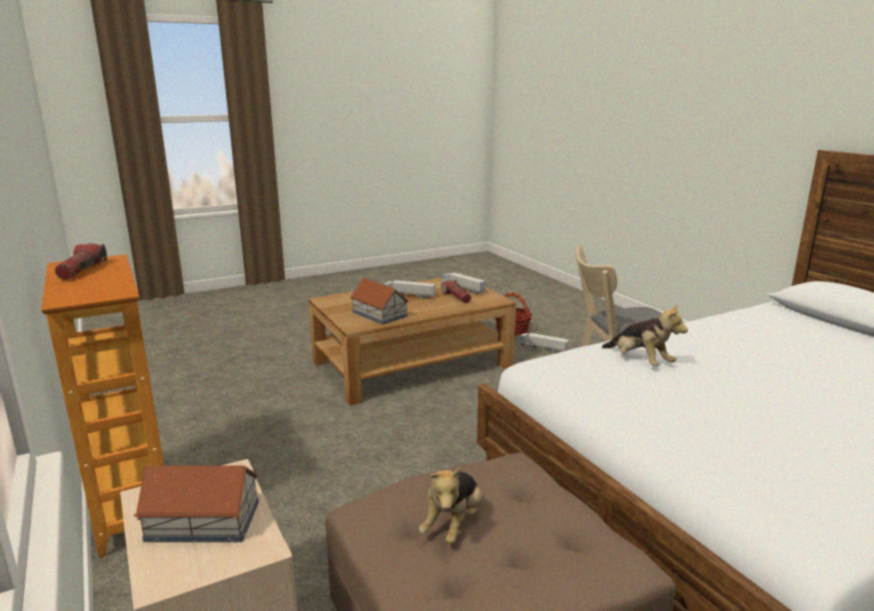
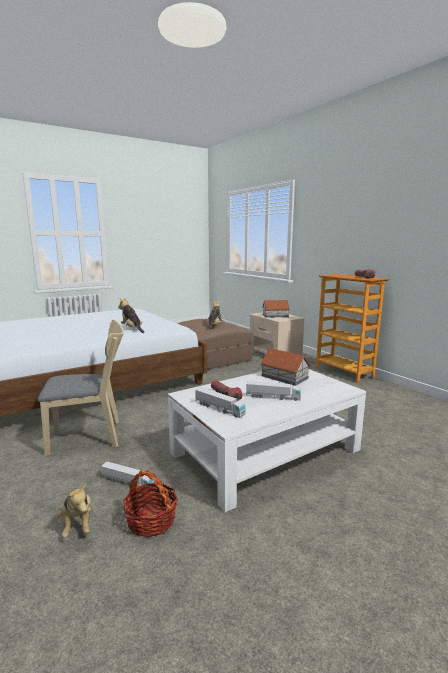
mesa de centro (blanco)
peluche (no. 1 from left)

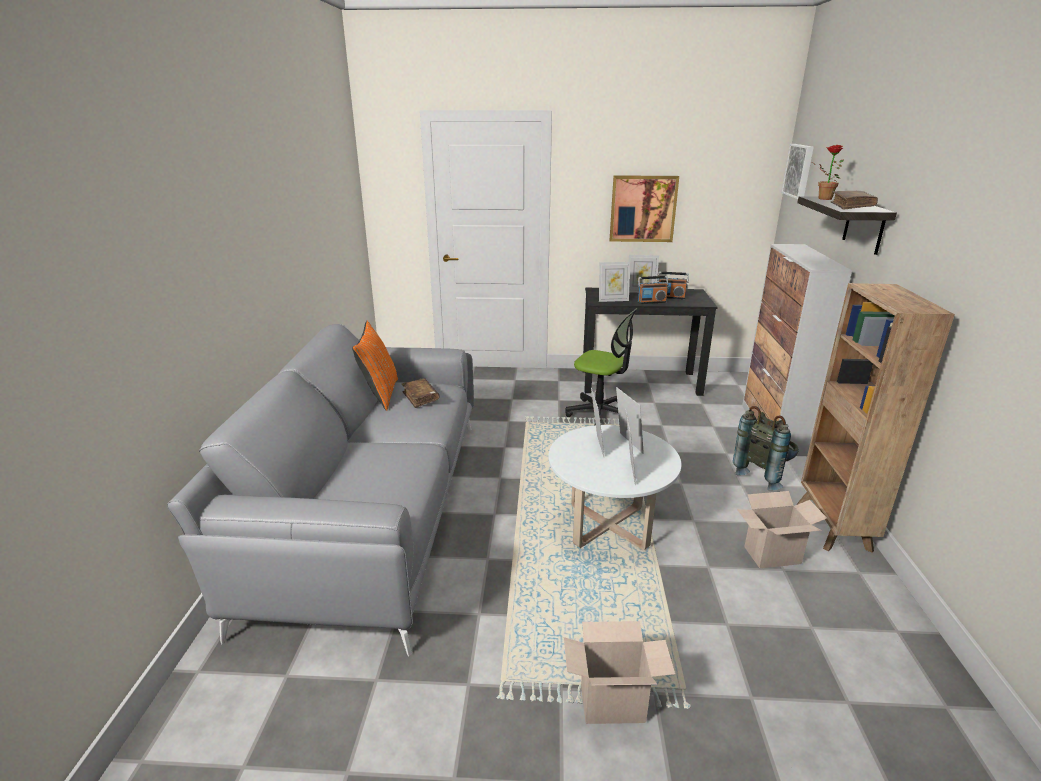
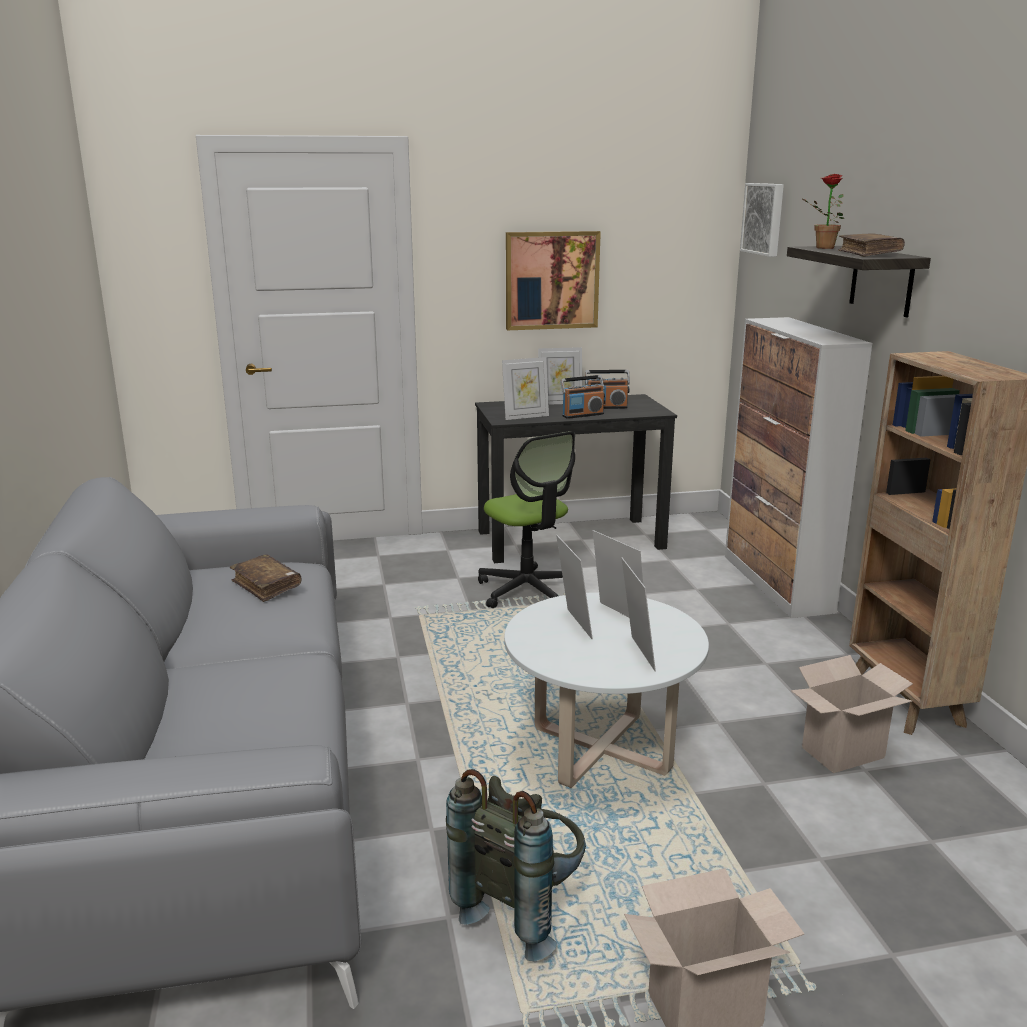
cojín (naranja)
silla de oficina
mochila (gris)

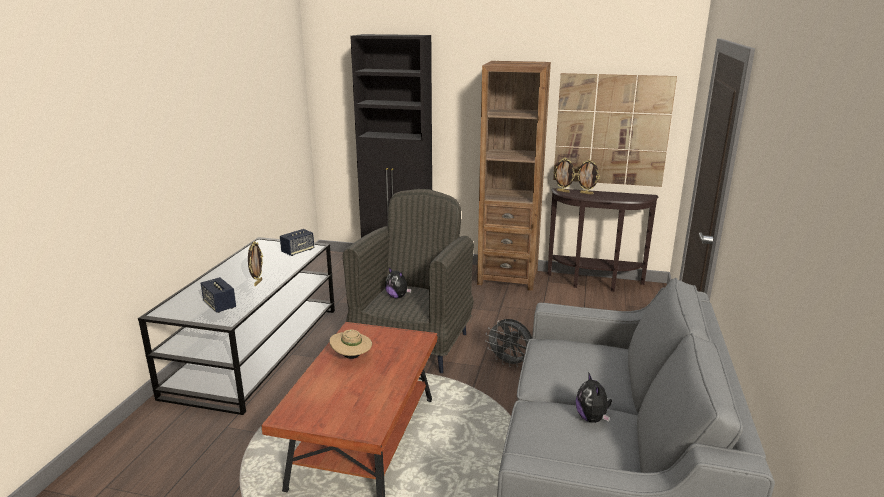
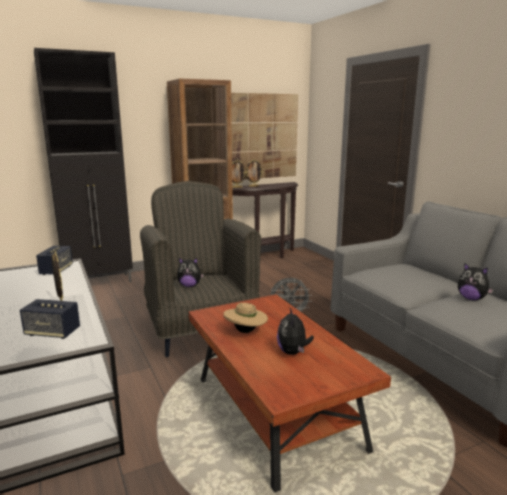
peluche (no. 2 from left)

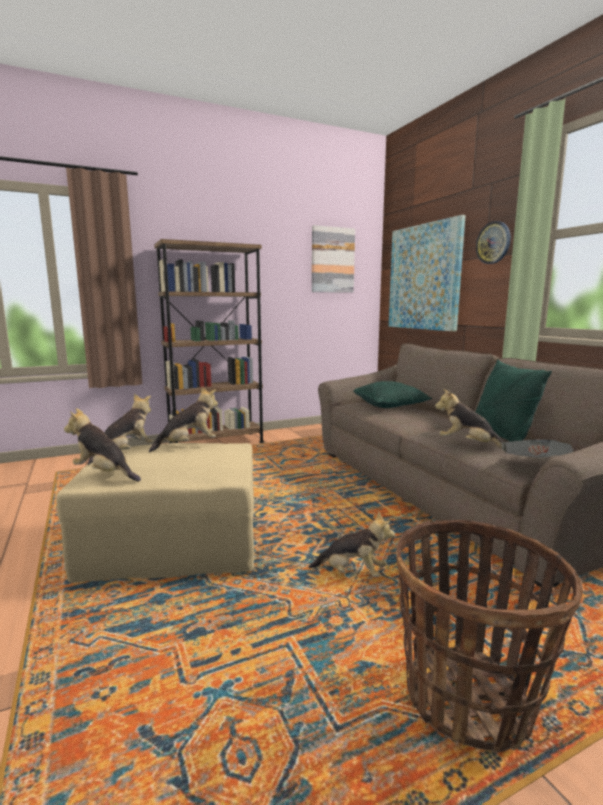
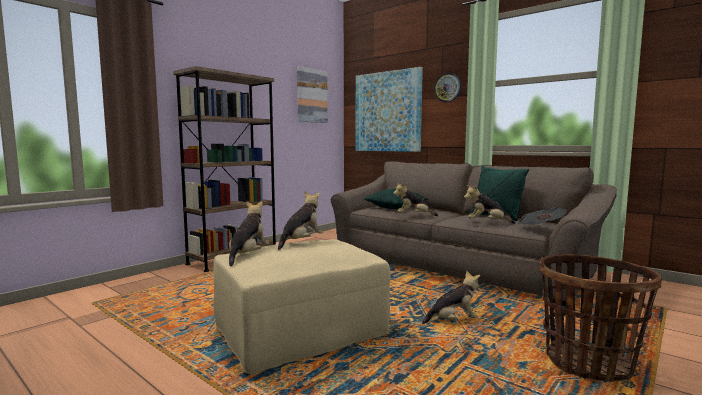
peluche (no. 3 from left)

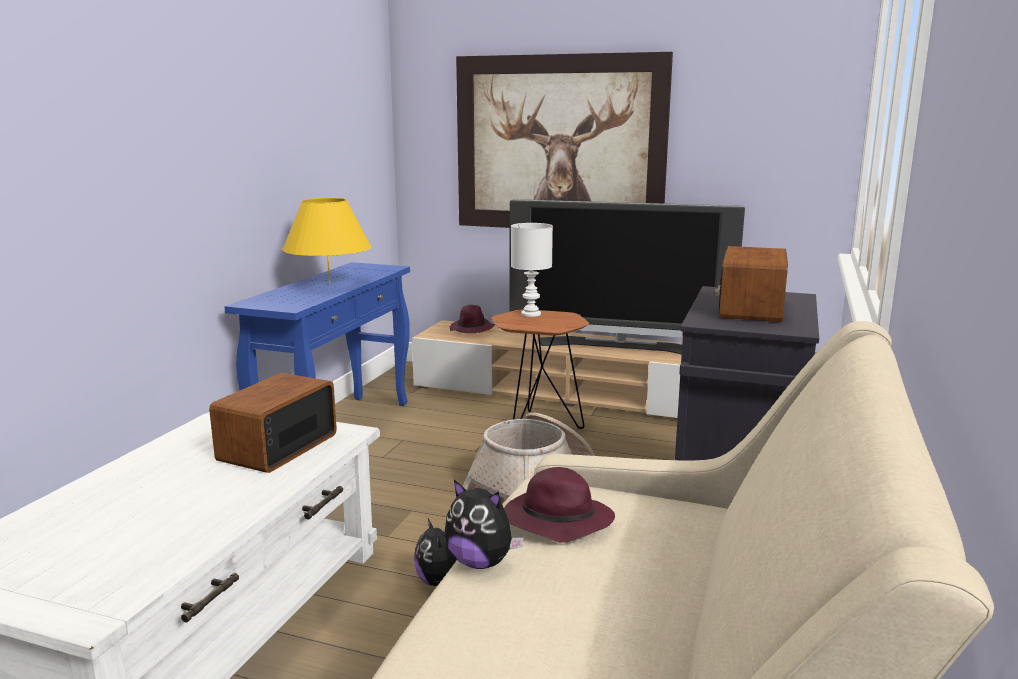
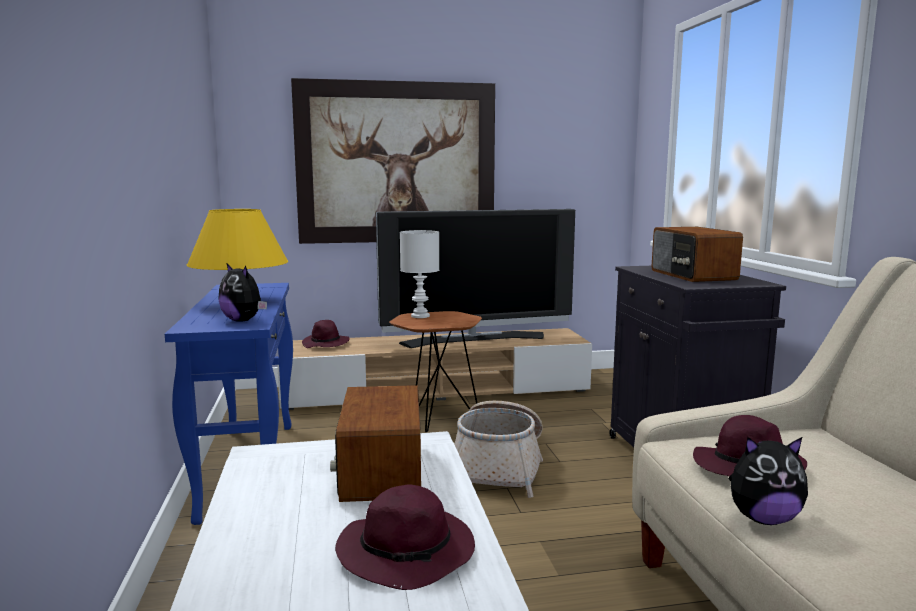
peluche (no. 1 from left)
sombrero (morado) (no. 2 from left)

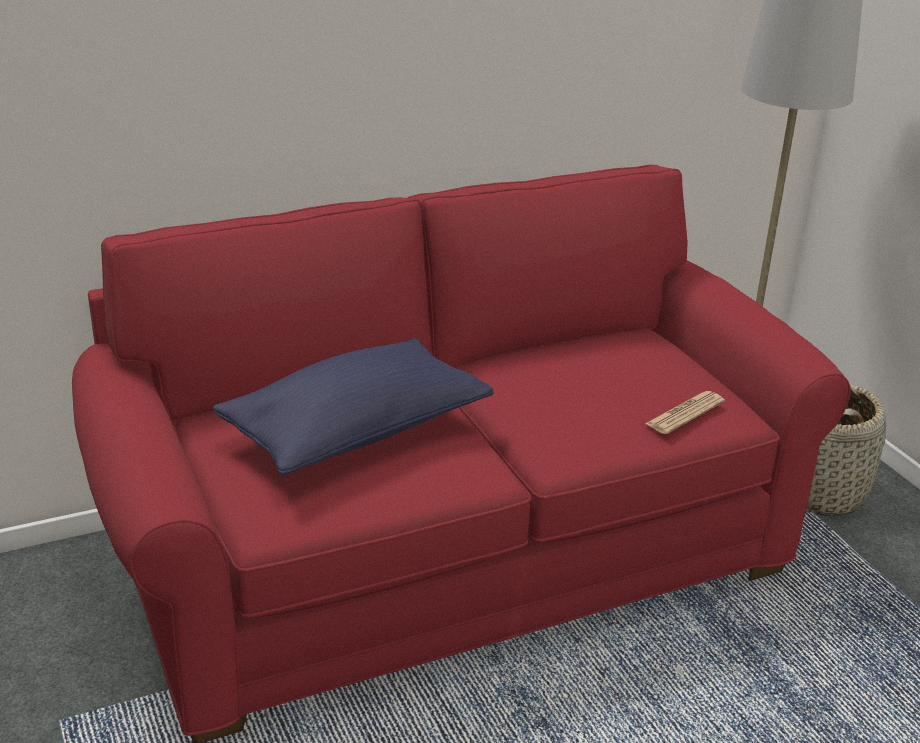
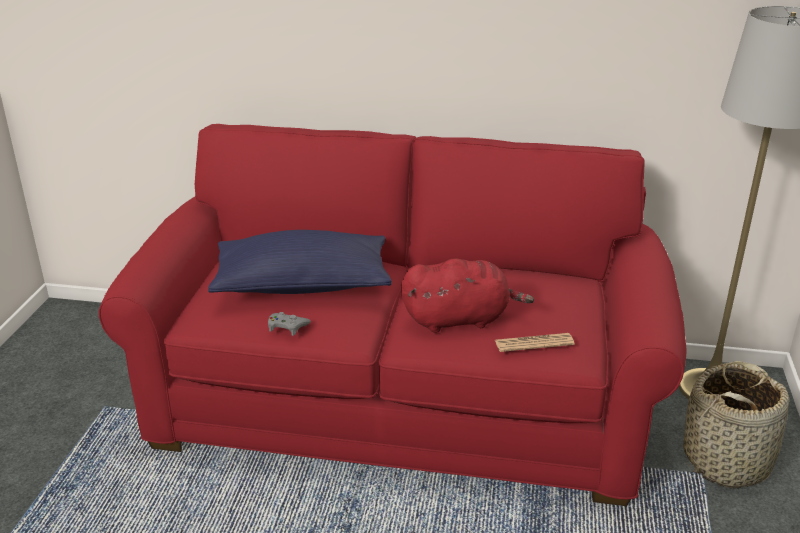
mando de consola (gris)
peluche (rojo)

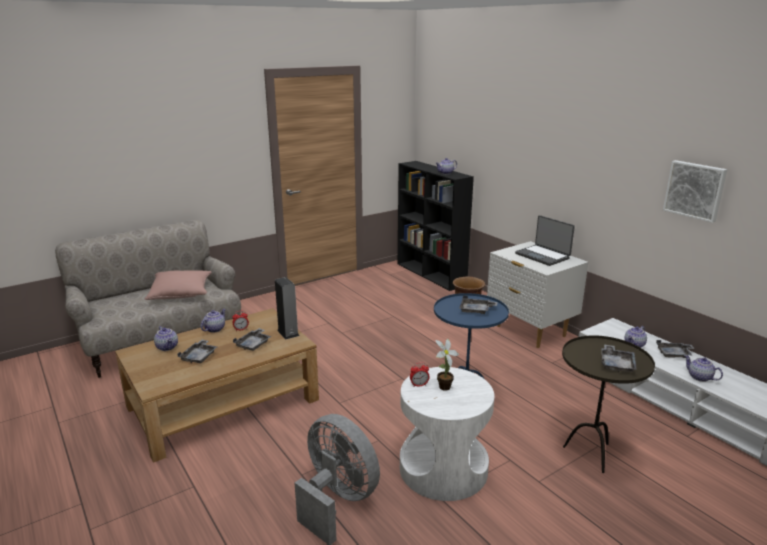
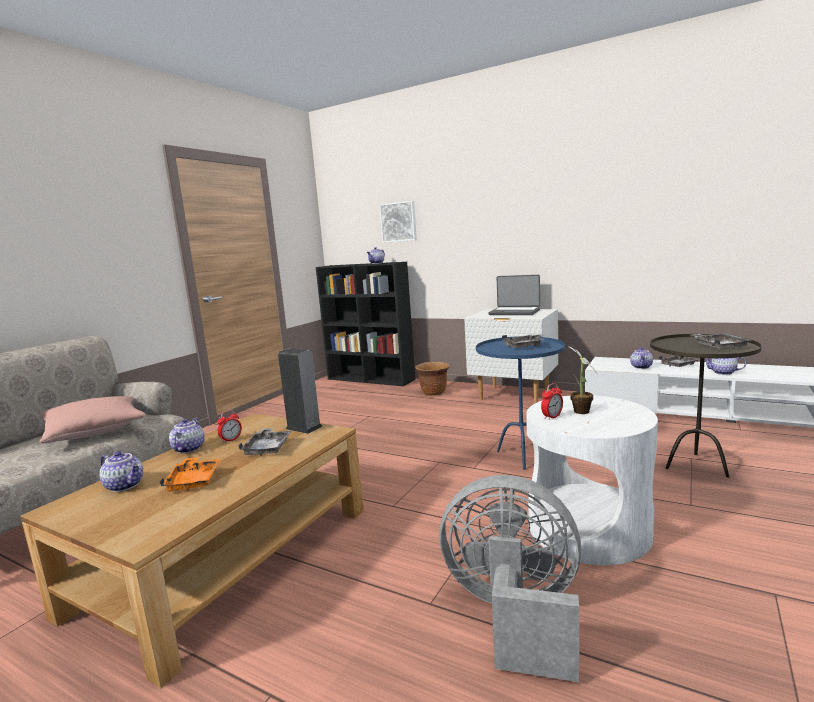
bandeja (naranja)
cuadro

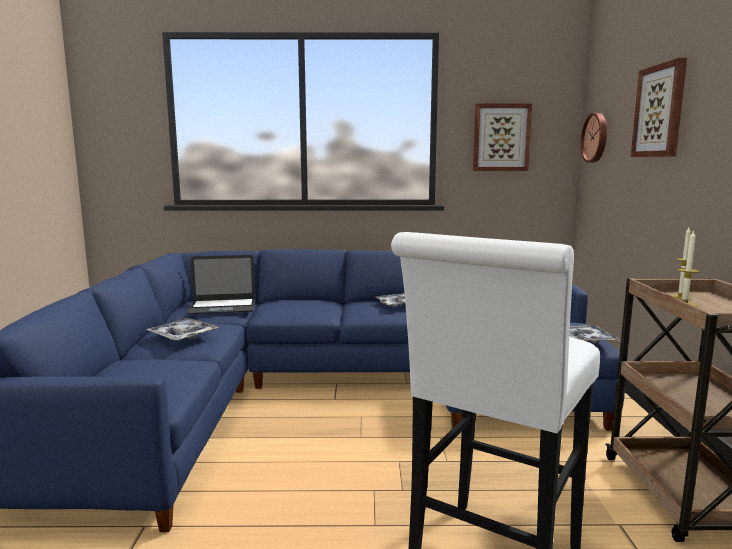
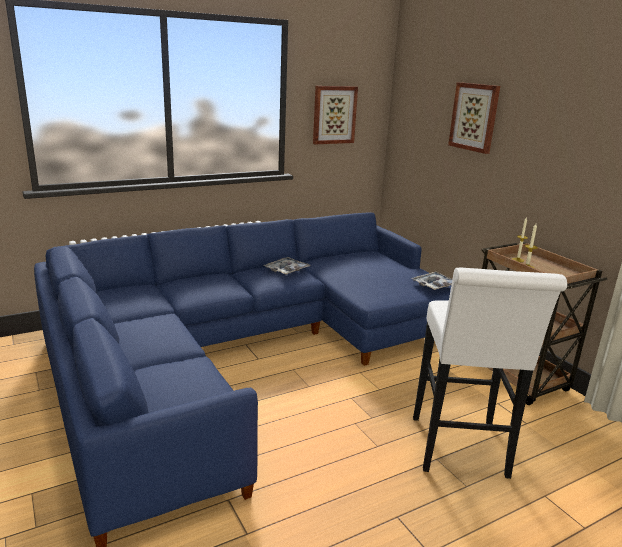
bandeja (no. 1 from left in the first image)
portátil
reloj de pared

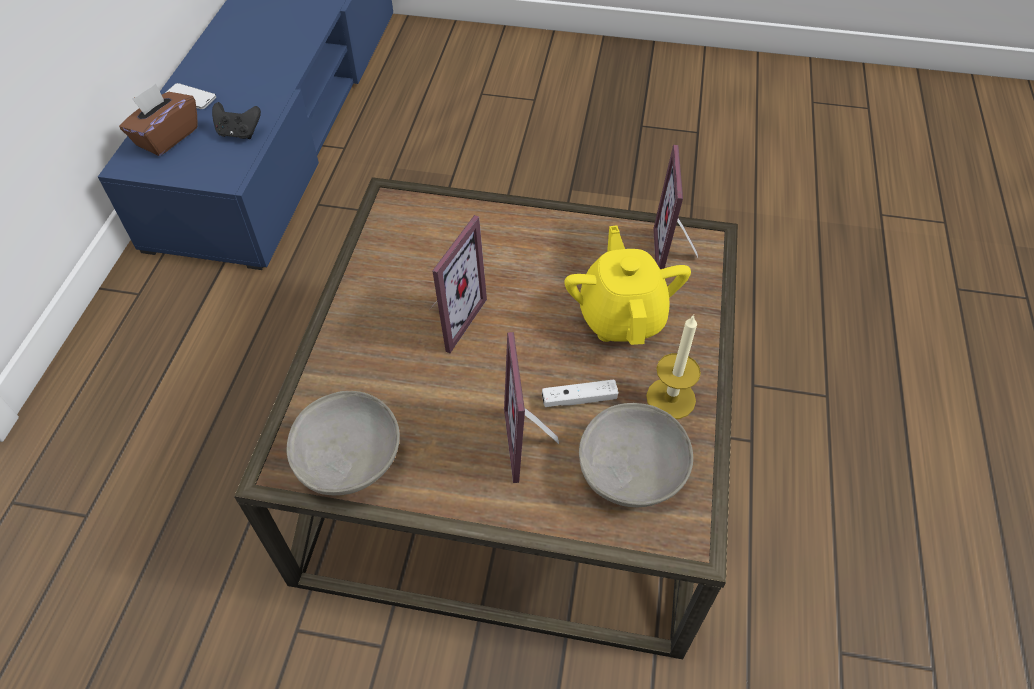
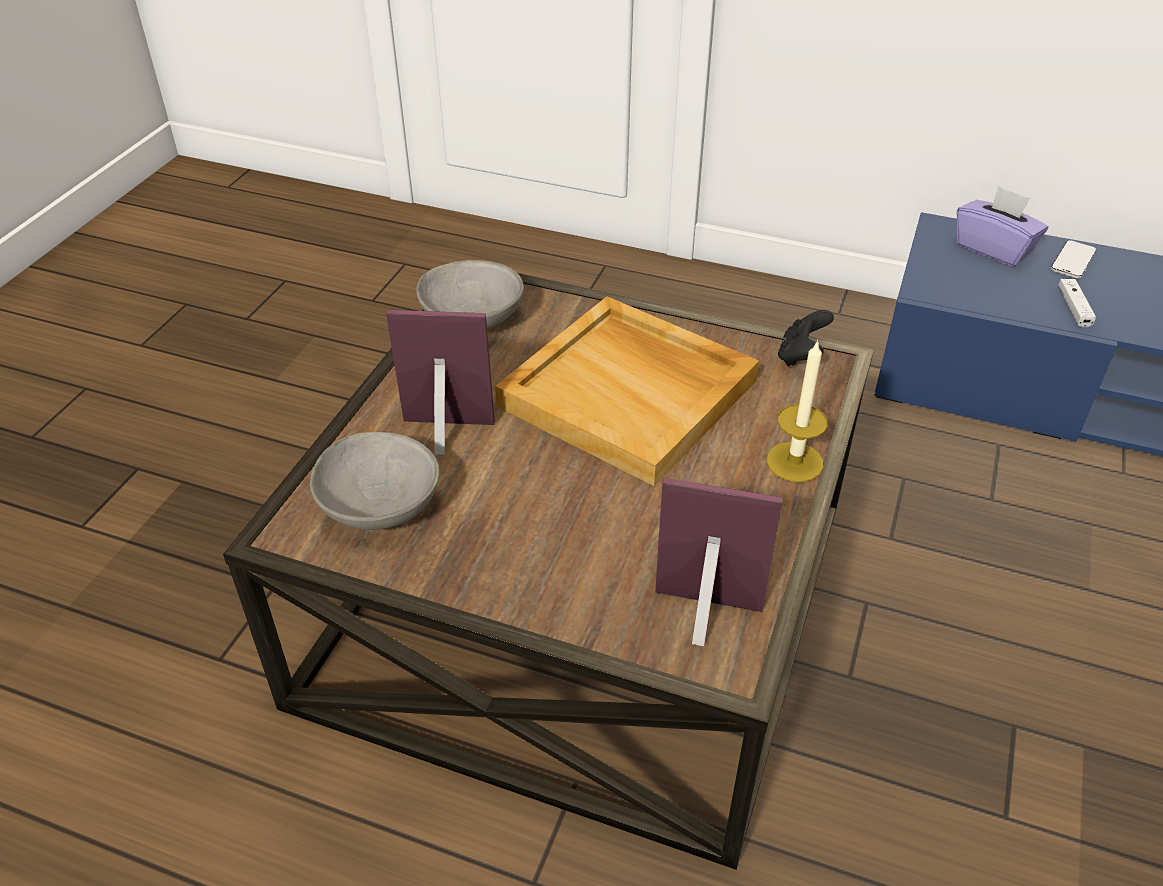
caja de pañuelos (morado)
mando de consola (negro)
bandeja (beis)
mando de consola (blanco)
tetera (amarillo)
vela

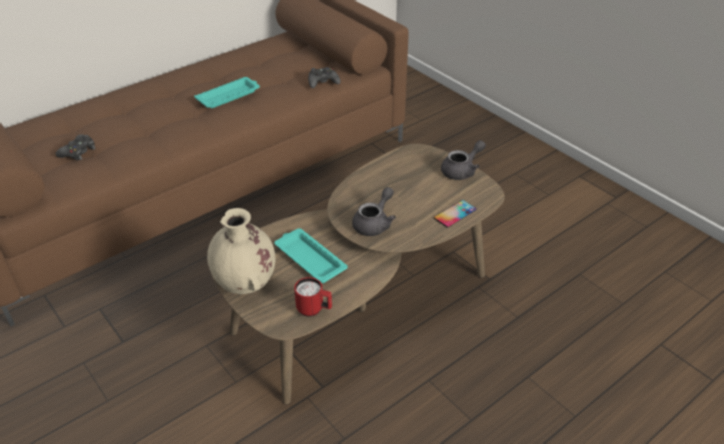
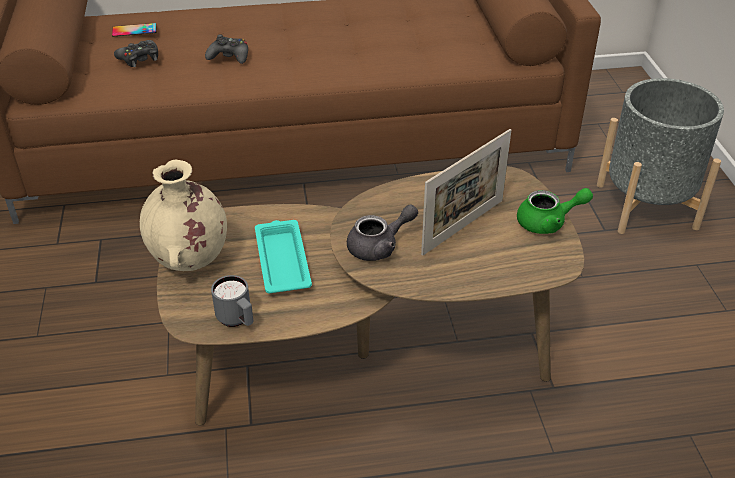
bandeja (turquesa) (no. 1 from left in the first image)
taza grande (gris)
mando de consola (negro) (no. 2 from left)
móvil
tetera (verde)
portarretratos
maceta (gris)

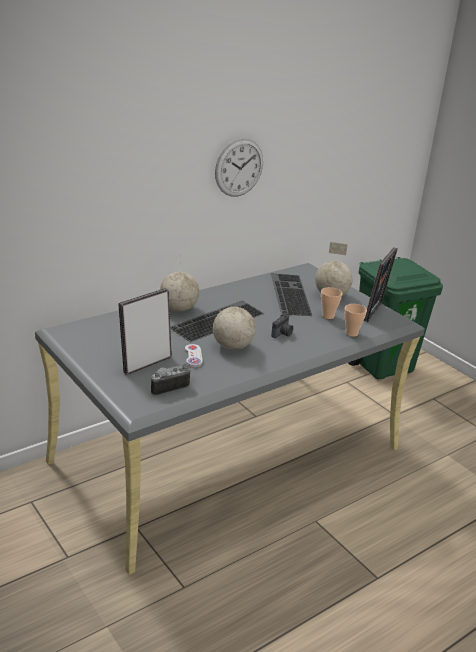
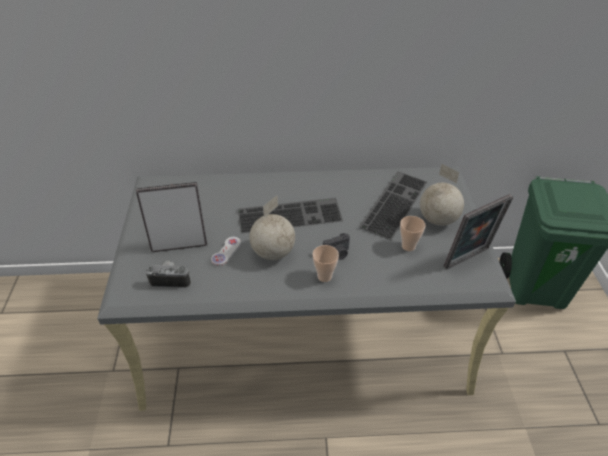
globo terráqueo (no. 1 from left in the first image)
reloj de pared
taza (no. 1 from left)

